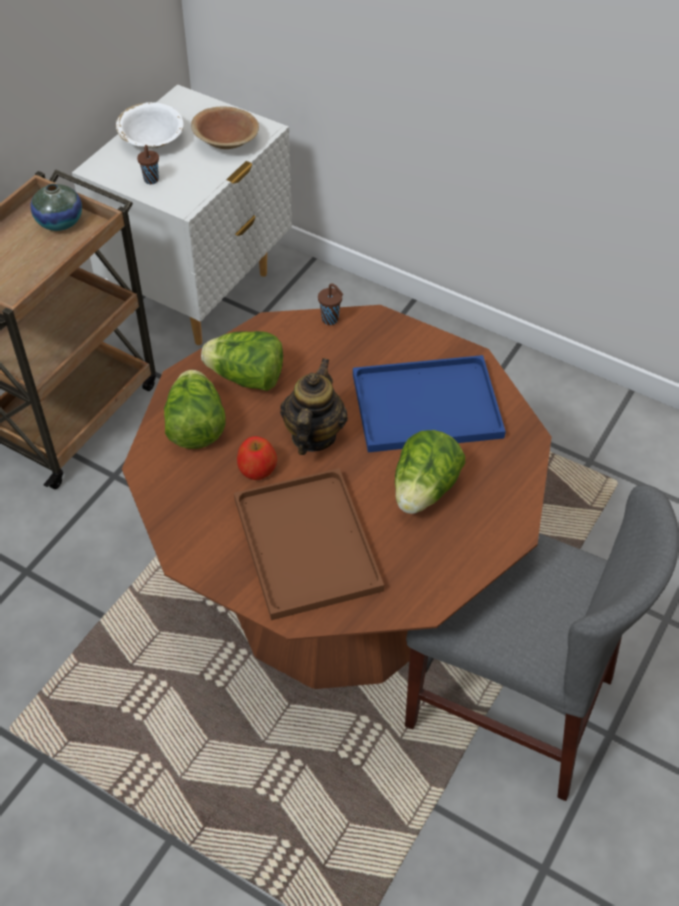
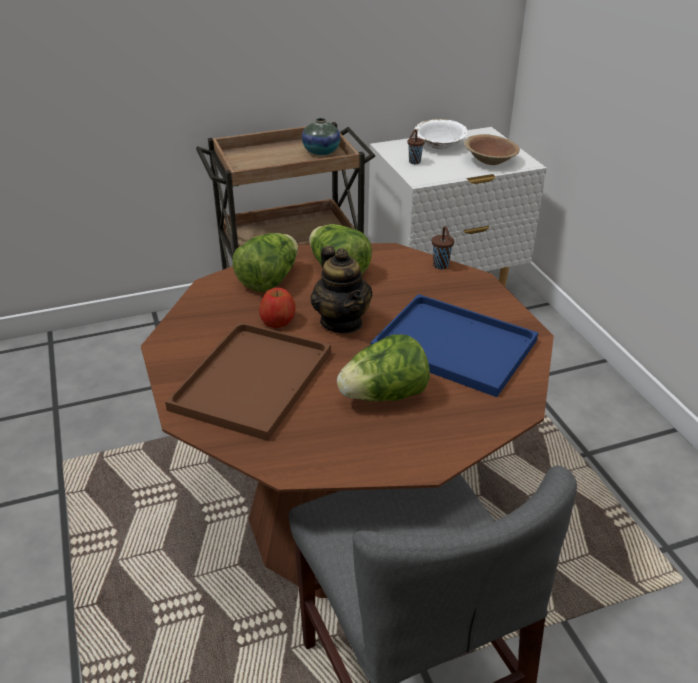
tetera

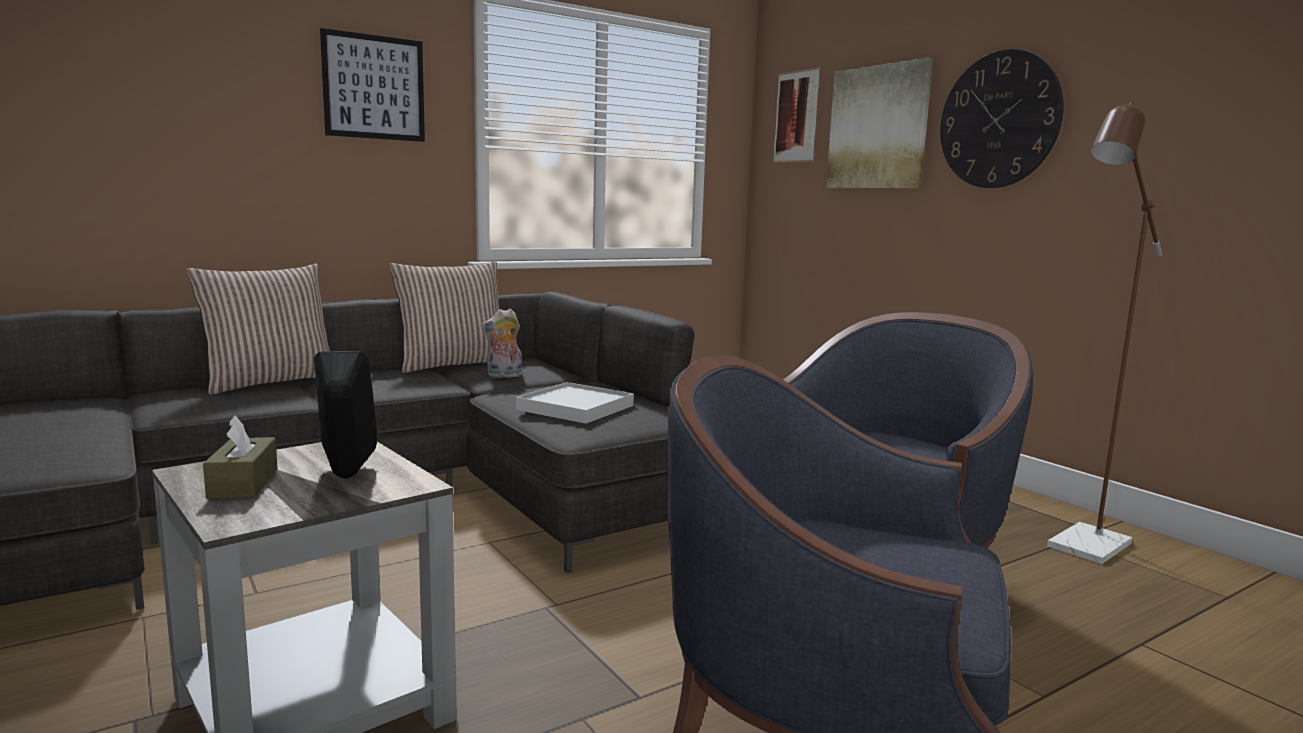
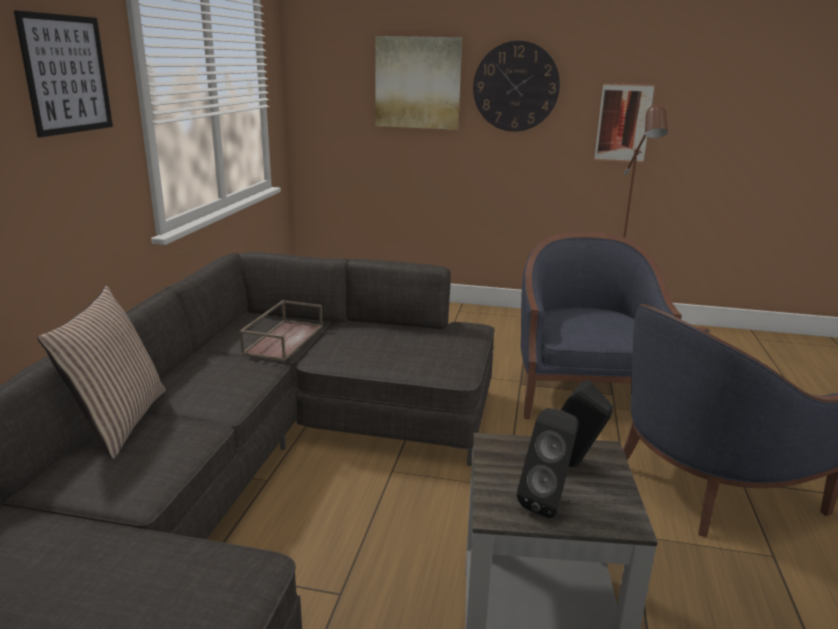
altavoz (negro) (no. 1 from left)
cojín (no. 2 from left in the first image)
bandeja (marrón)
bandeja (blanco)
cuadro (no. 3 from left)

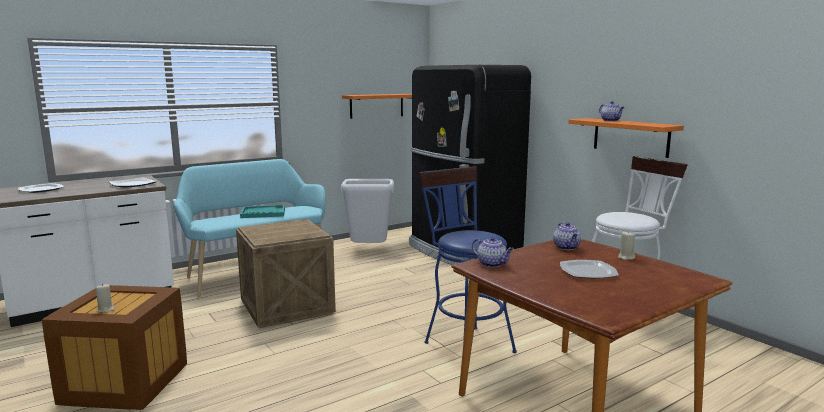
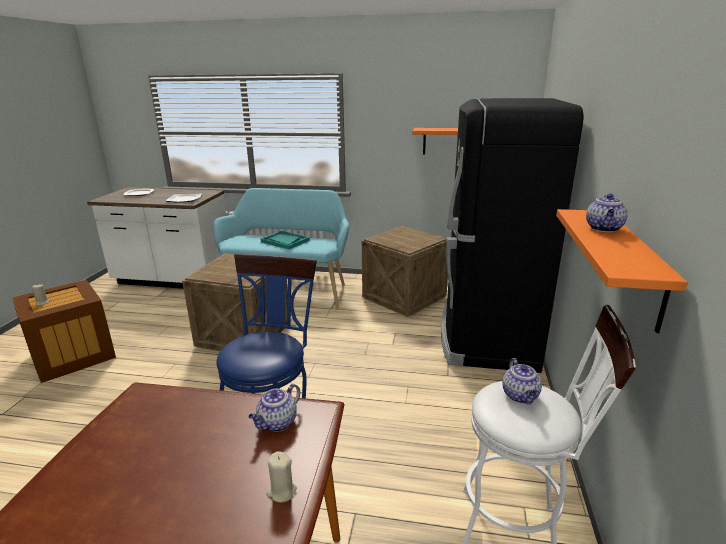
caja de embalaje (no. 3 from left)
tetera (no. 2 from left)
plato (no. 3 from left in the first image)

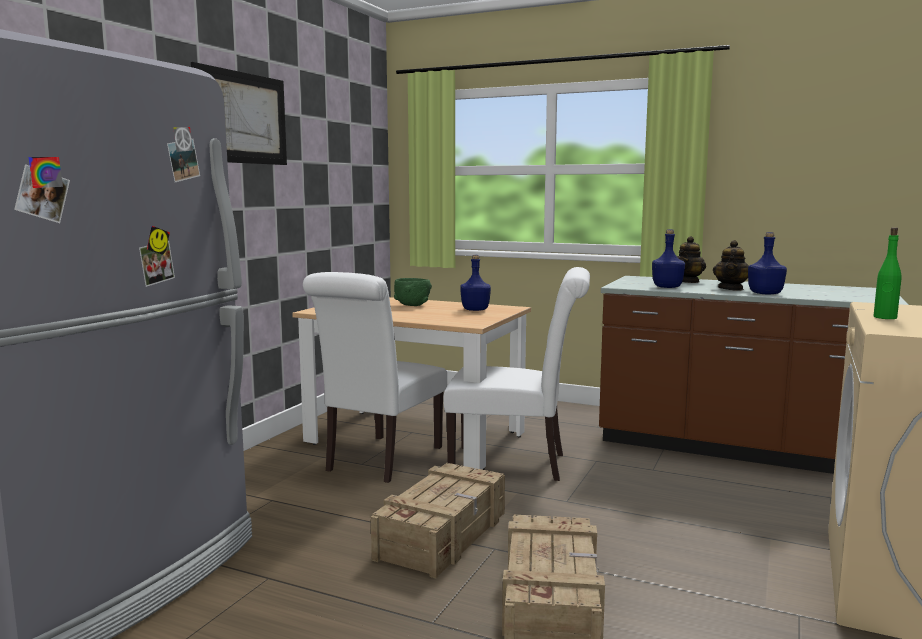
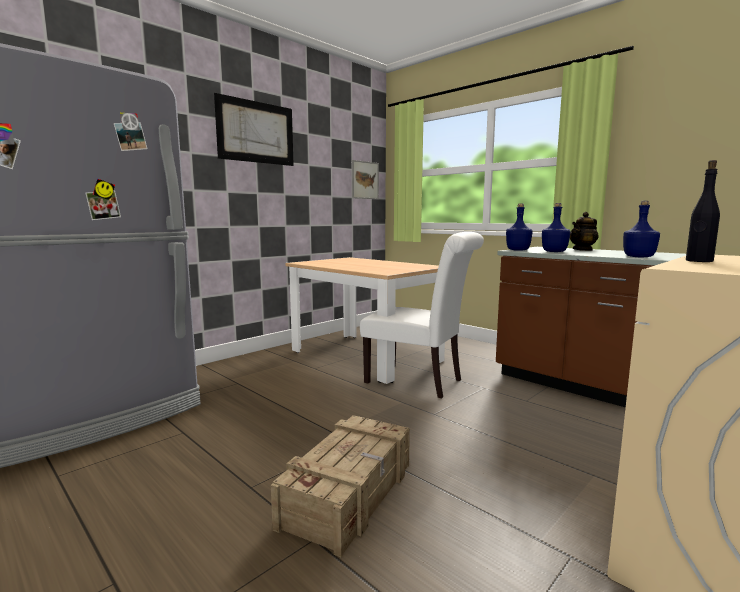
silla (blanco) (no. 1 from left in the first image)
caja de embalaje (no. 1 from left in the first image)
cuenco (verde)
botella (azul) (no. 1 from left)
tetera (no. 2 from left in the first image)
botella (negro)
cuadro (no. 2 from left)

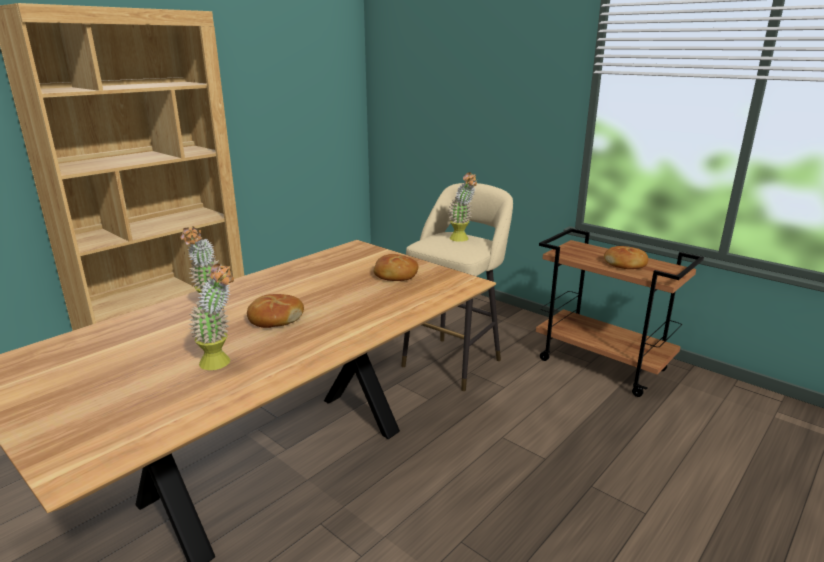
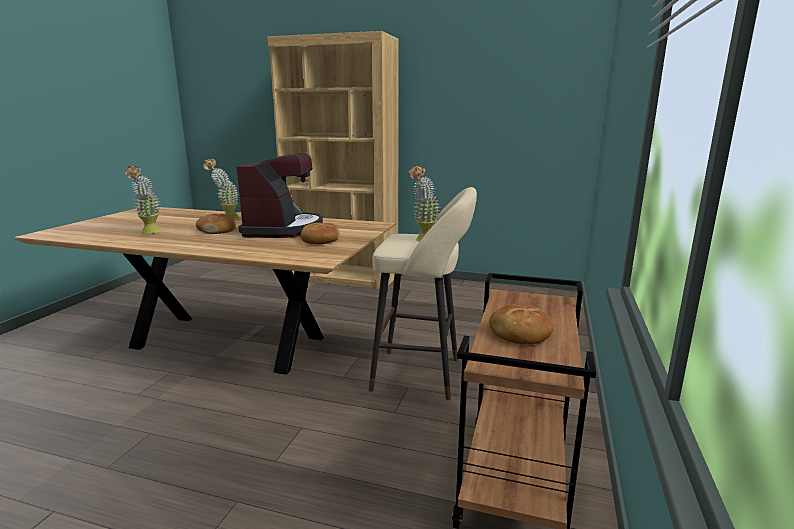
cafetera

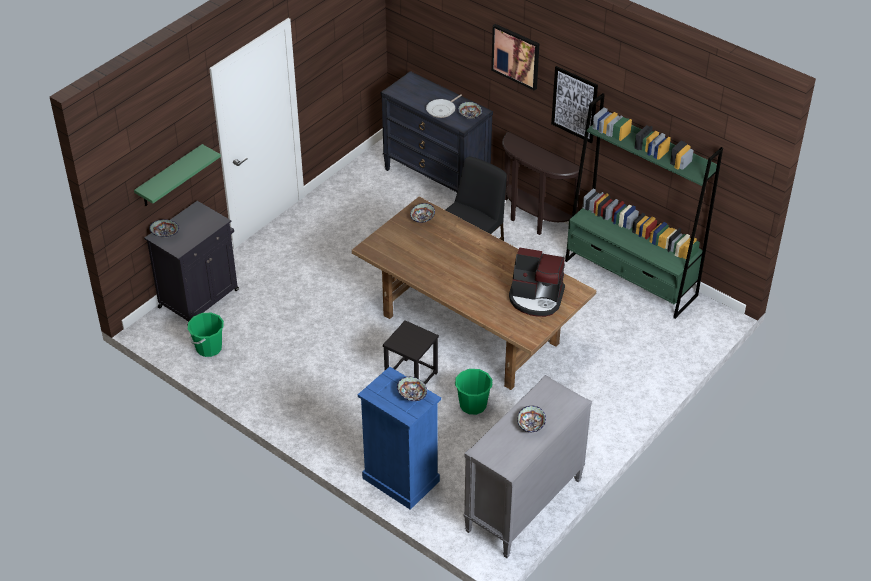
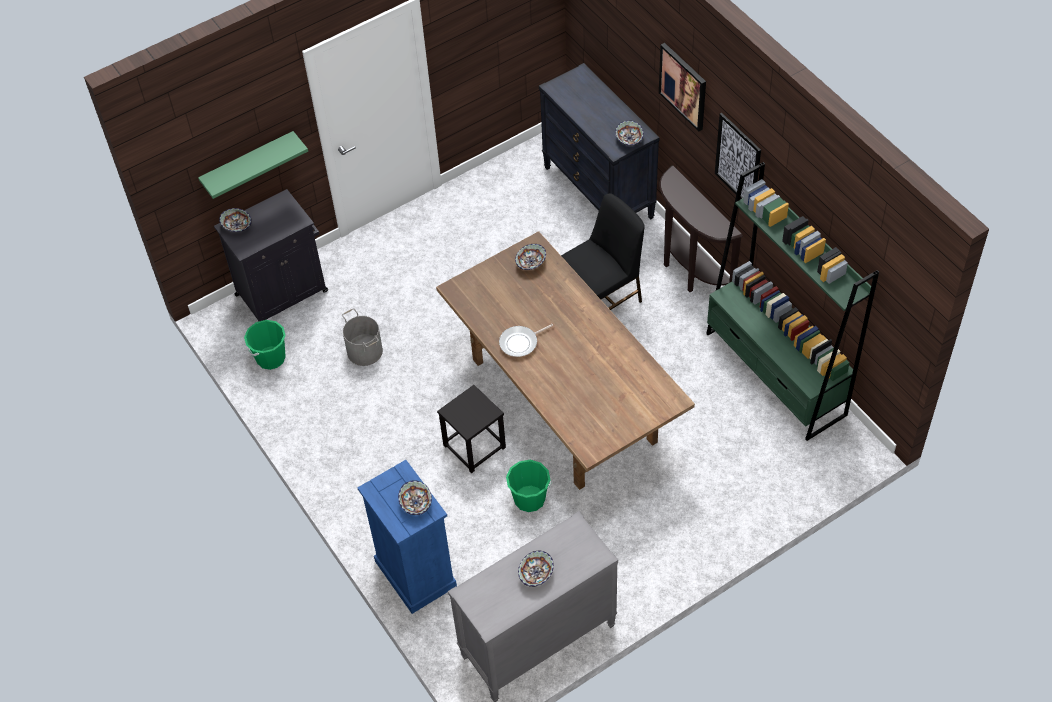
sartén
cafetera
cubo (gris)

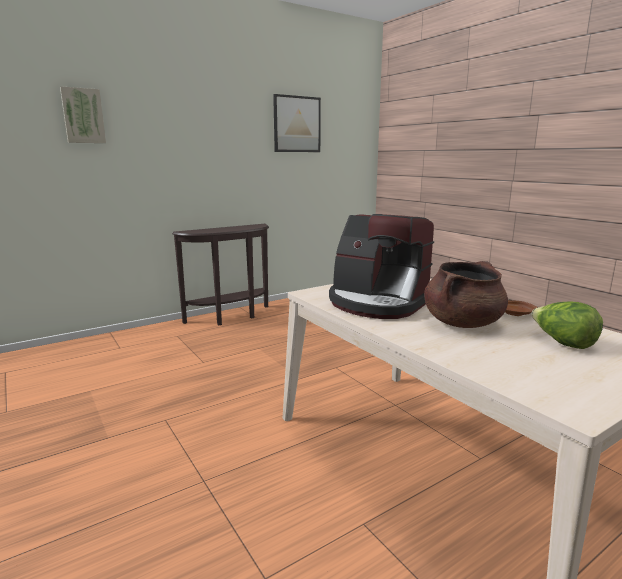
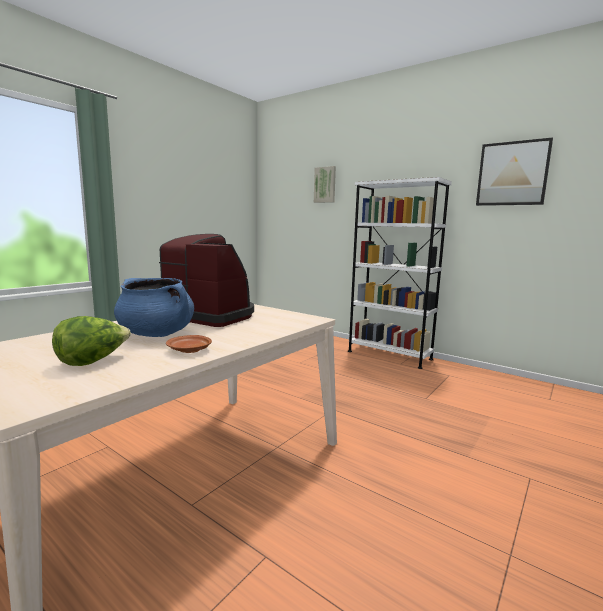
estantería (blanco)
cafetera
olla (azul)

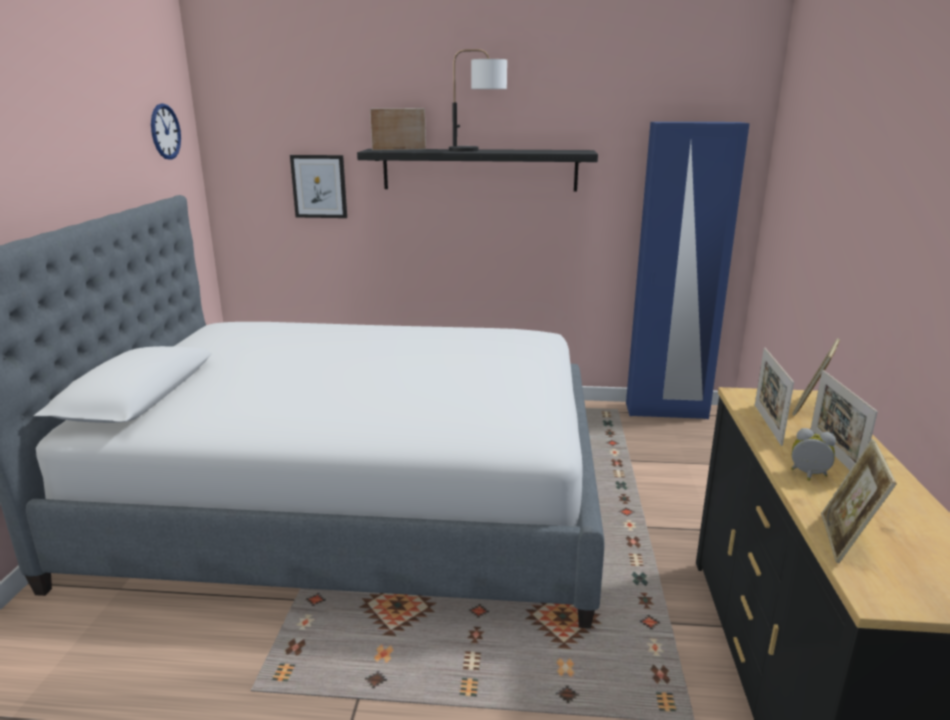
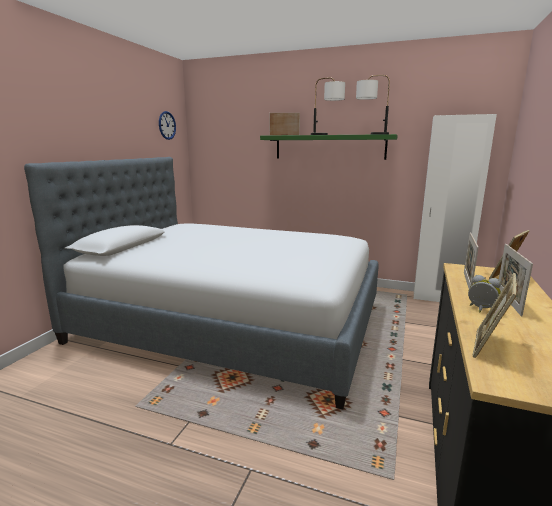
cuadro
estante (verde)
armario ropero (blanco)
lámpara de mesa (no. 2 from left)

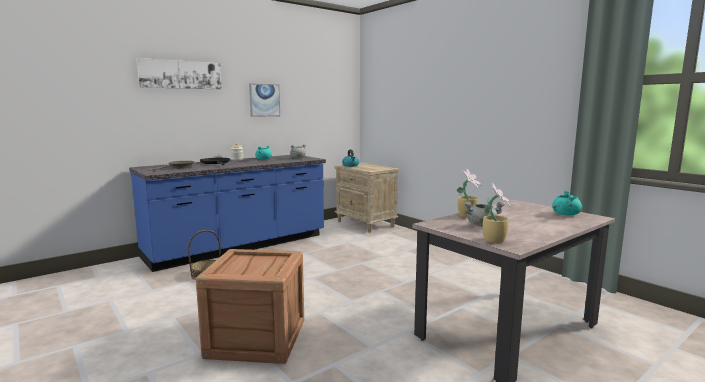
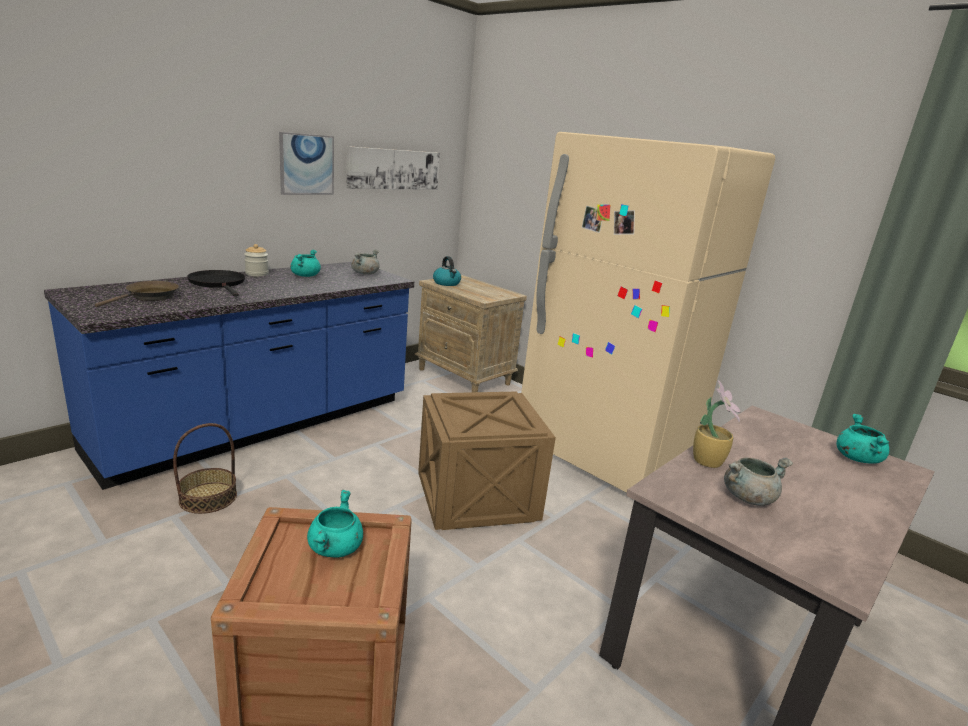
cuadro (no. 2 from left)
planta en maceta (no. 2 from left in the first image)
olla (turquesa) (no. 2 from left)
caja de embalaje (no. 2 from left)
nevera (beis)

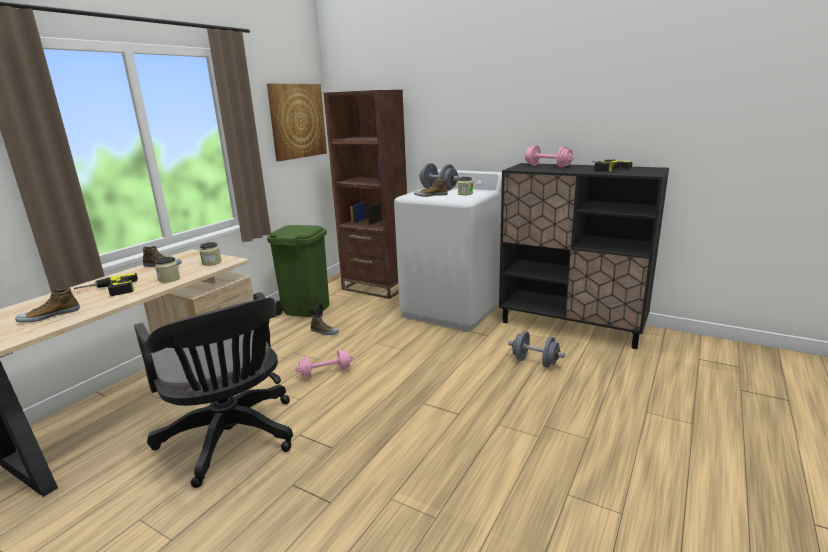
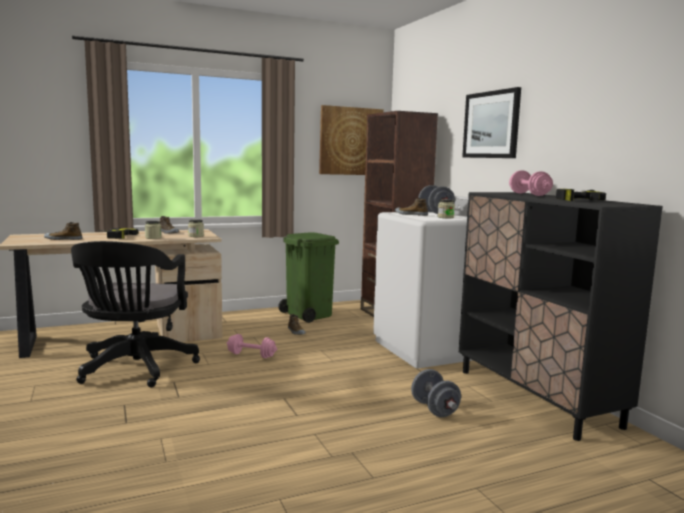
cuadro (no. 2 from left)

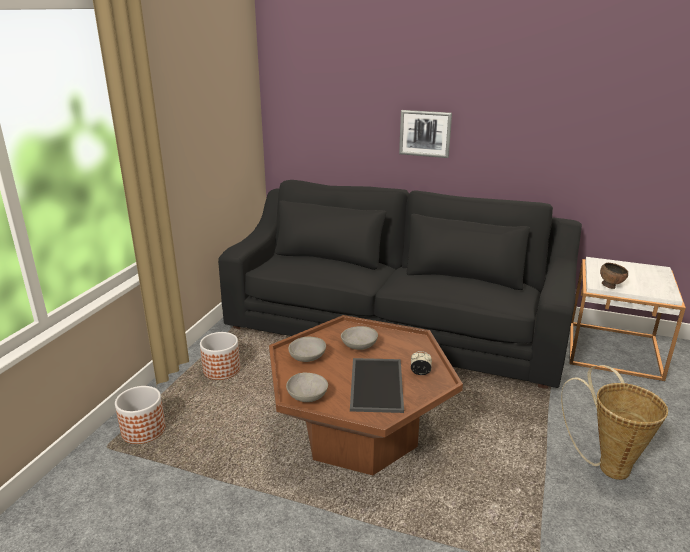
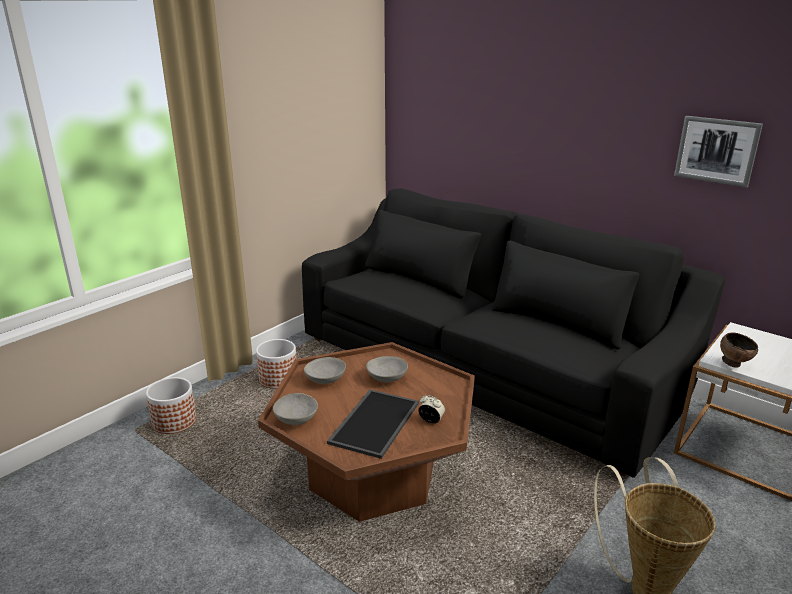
cuadro

